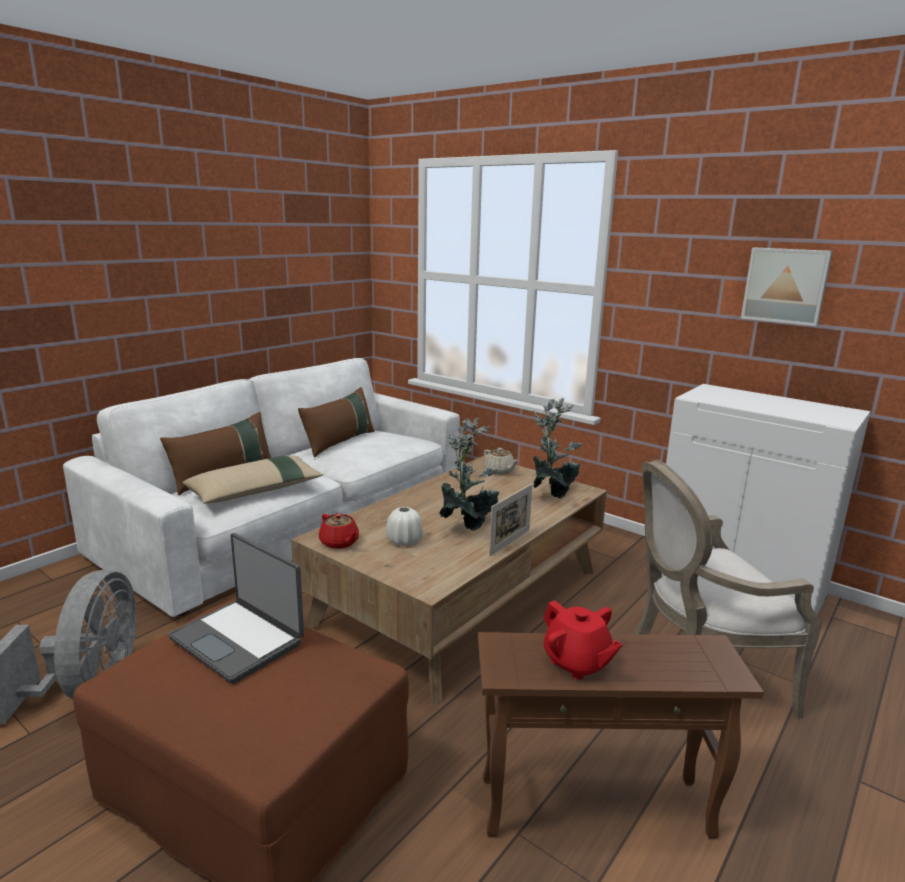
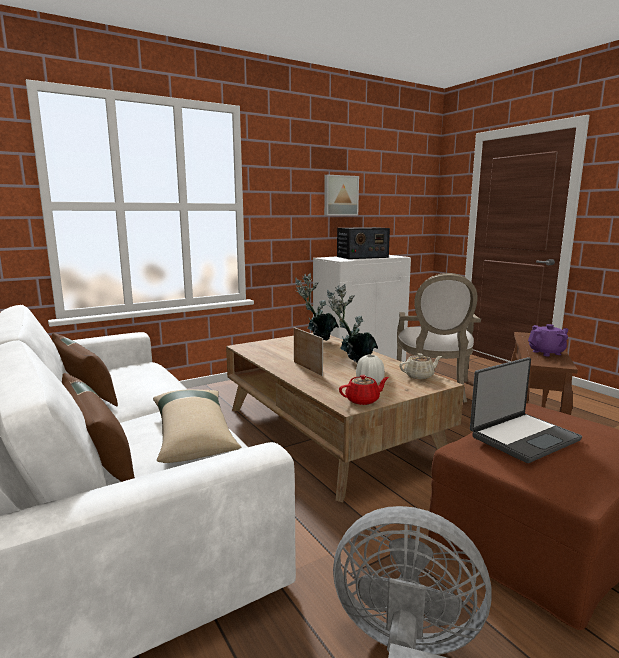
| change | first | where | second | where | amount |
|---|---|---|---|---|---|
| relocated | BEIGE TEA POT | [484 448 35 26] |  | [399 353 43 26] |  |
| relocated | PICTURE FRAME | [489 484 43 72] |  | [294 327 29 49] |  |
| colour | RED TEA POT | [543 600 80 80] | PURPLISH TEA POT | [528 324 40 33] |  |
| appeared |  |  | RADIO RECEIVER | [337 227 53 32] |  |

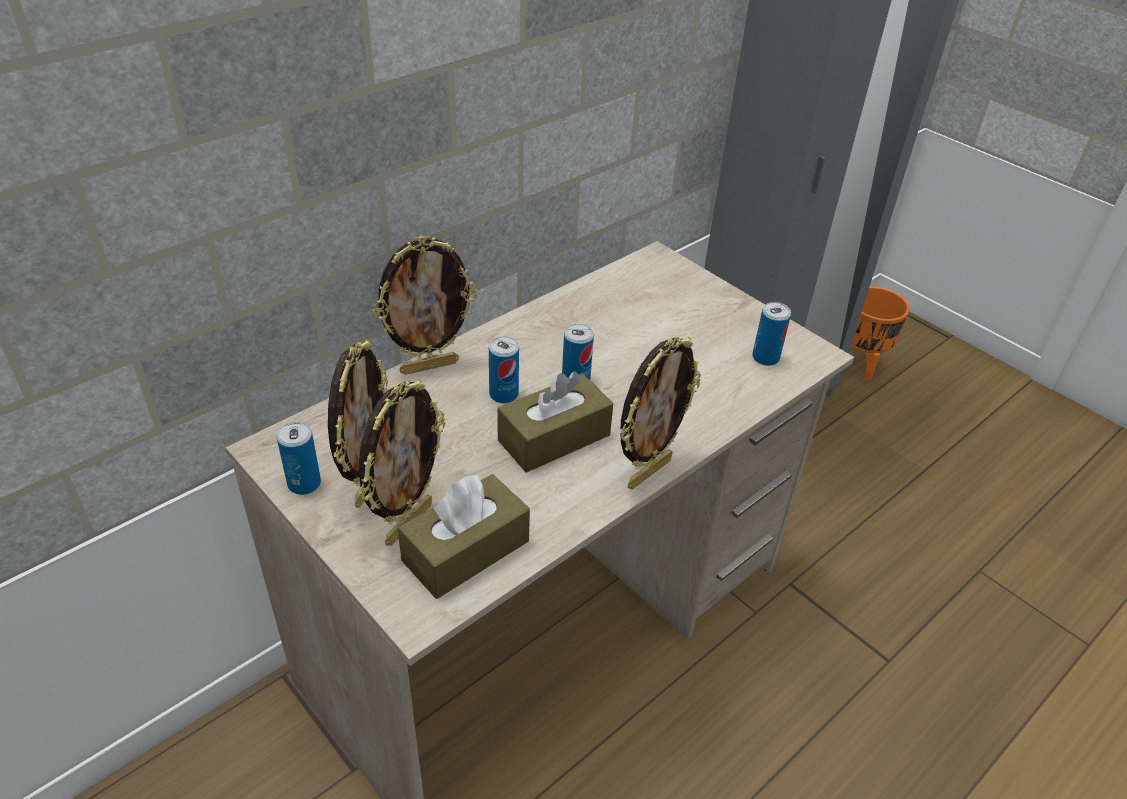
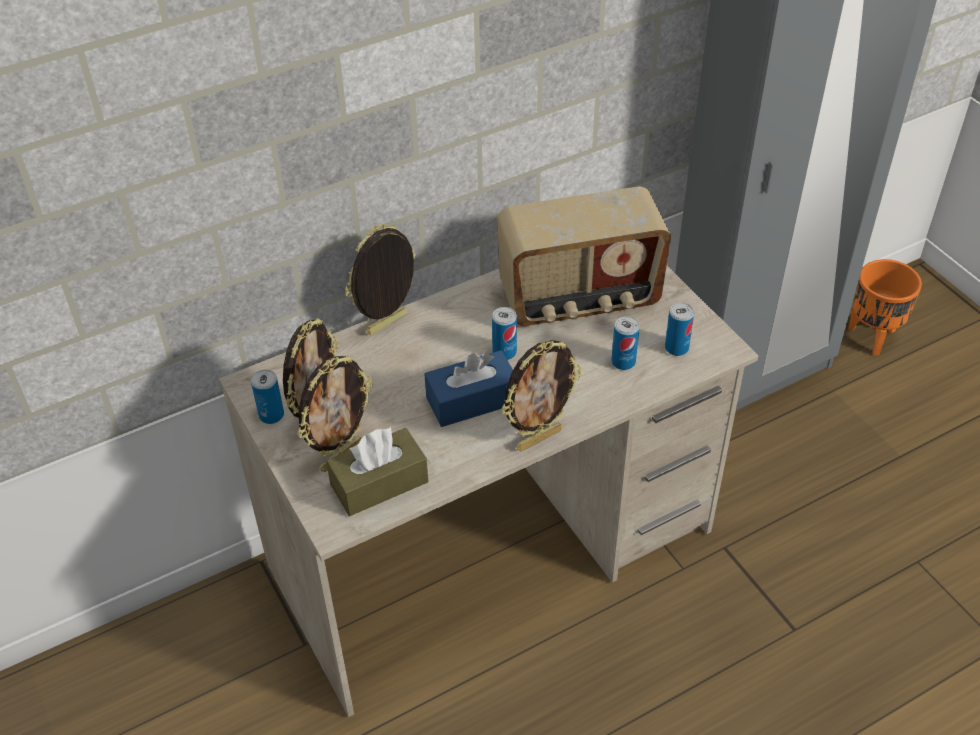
| change | first | where | second | where | amount |
|---|---|---|---|---|---|
| spun | PICTURE FRAME | [373 235 104 140] |  | [345 224 71 112] | 150 degrees clockwise |
| relocated | SEALED CAN | [489 336 30 67] |  | [611 316 28 54] |  |
| colour | BROWN-COLOURED BOX OF TISSUES | [497 372 116 101] | BLUE-COLOURED BOX OF TISSUES | [424 350 89 77] |  |
| appeared |  |  | RADIO RECEIVER | [497 187 174 139] |  |

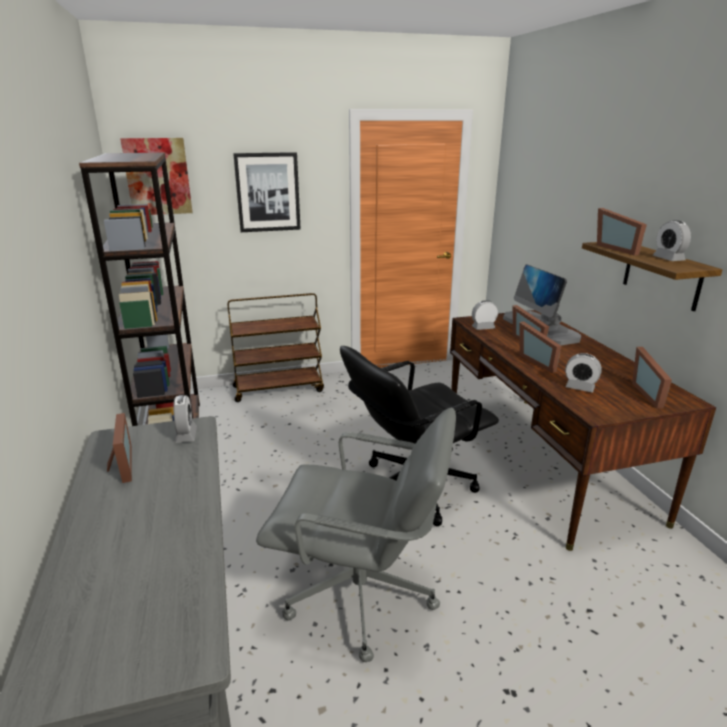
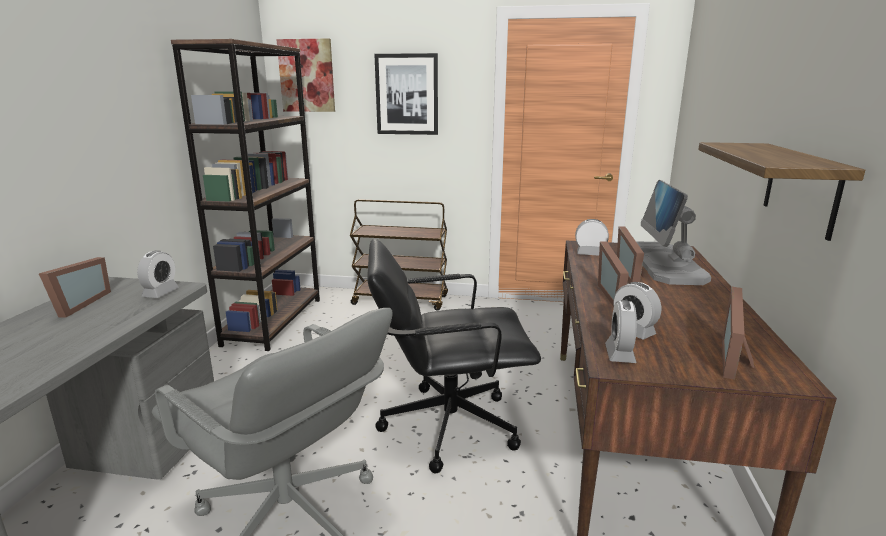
| change | first | where | second | where | amount |
|---|---|---|---|---|---|
| missing | PICTURE FRAME | [597 208 50 47] |  |  |  |
| relocated | ALARM CLOCK | [653 220 38 41] |  | [605 300 32 63] |  |

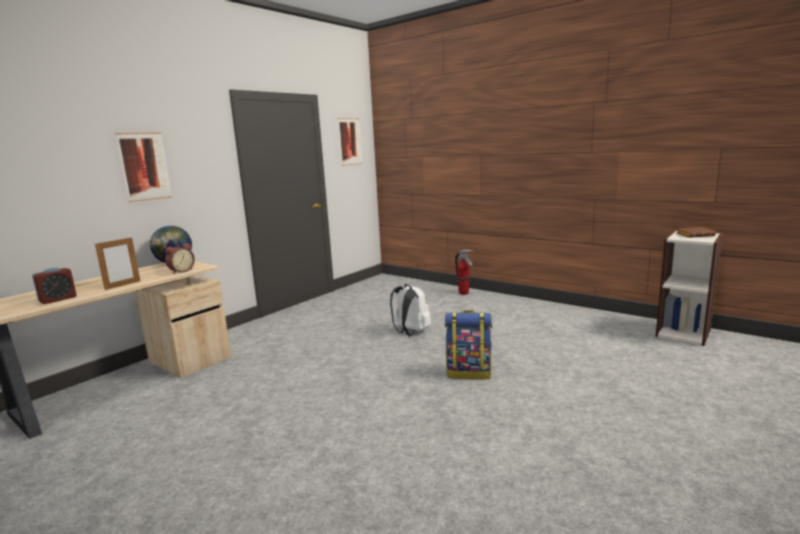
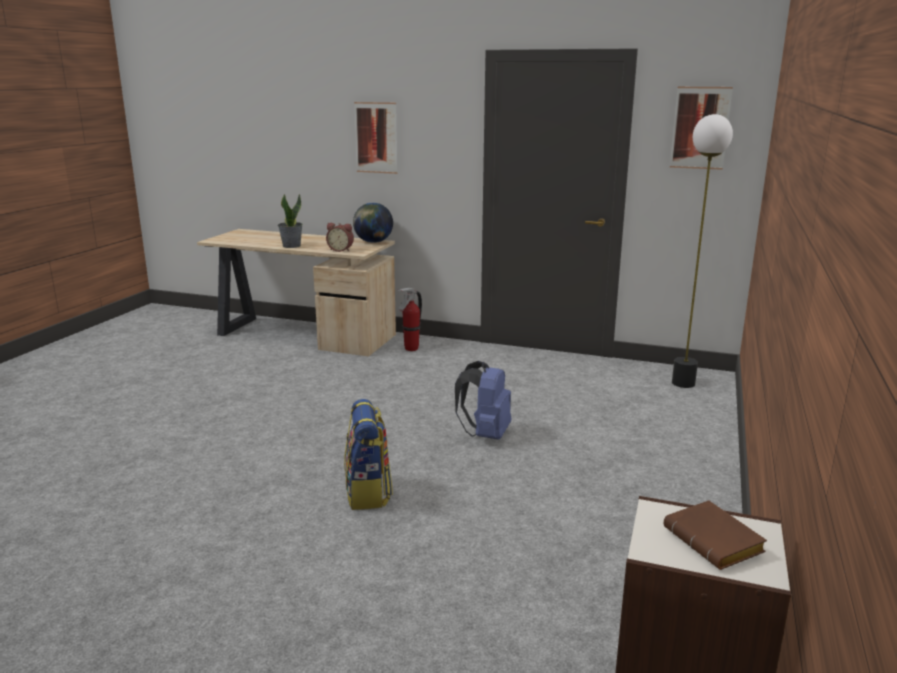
| change | first | where | second | where | amount |
|---|---|---|---|---|---|
| exchanged | PICTURE FRAME | [95 237 45 53] | HOUSEPLANT | [278 194 25 54] |  |
| relocated | FIRE EXTINGUISHER | [455 250 18 45] |  | [397 288 25 63] |  |
| missing | ALARM CLOCK | [32 267 45 37] |  |  |  |
| colour | WHITE BACKPACK | [390 284 41 52] | BLUE-COLOURED BACKPACK | [455 361 56 79] |  |
| appeared |  |  | FLOOR LAMP | [672 114 61 274] |  |

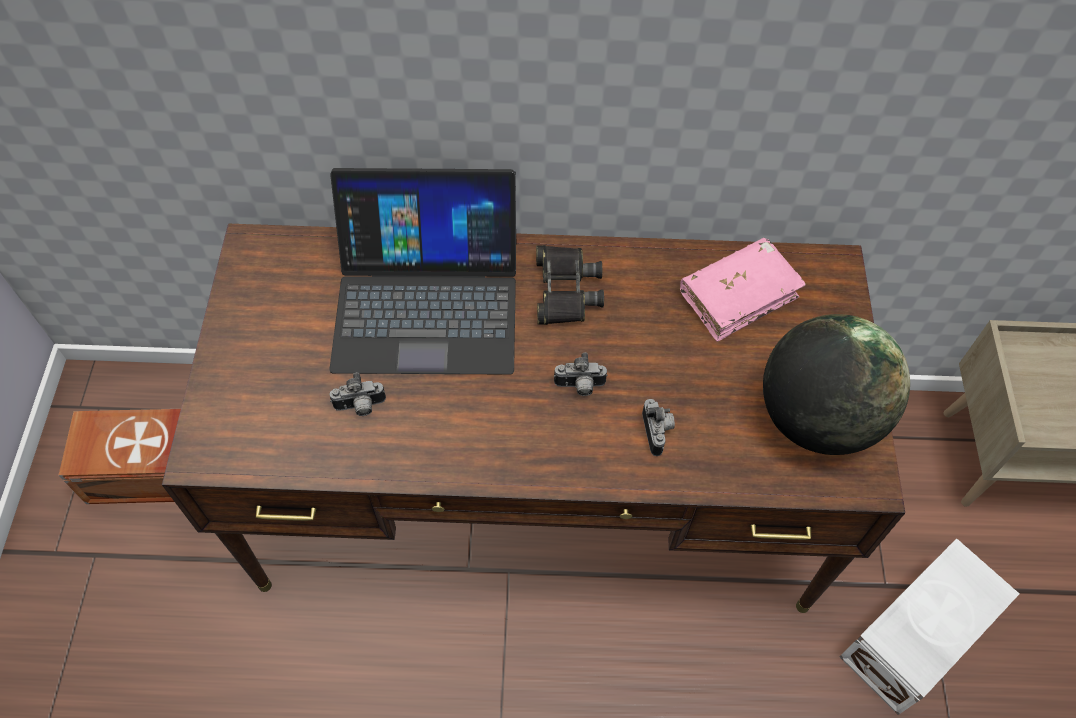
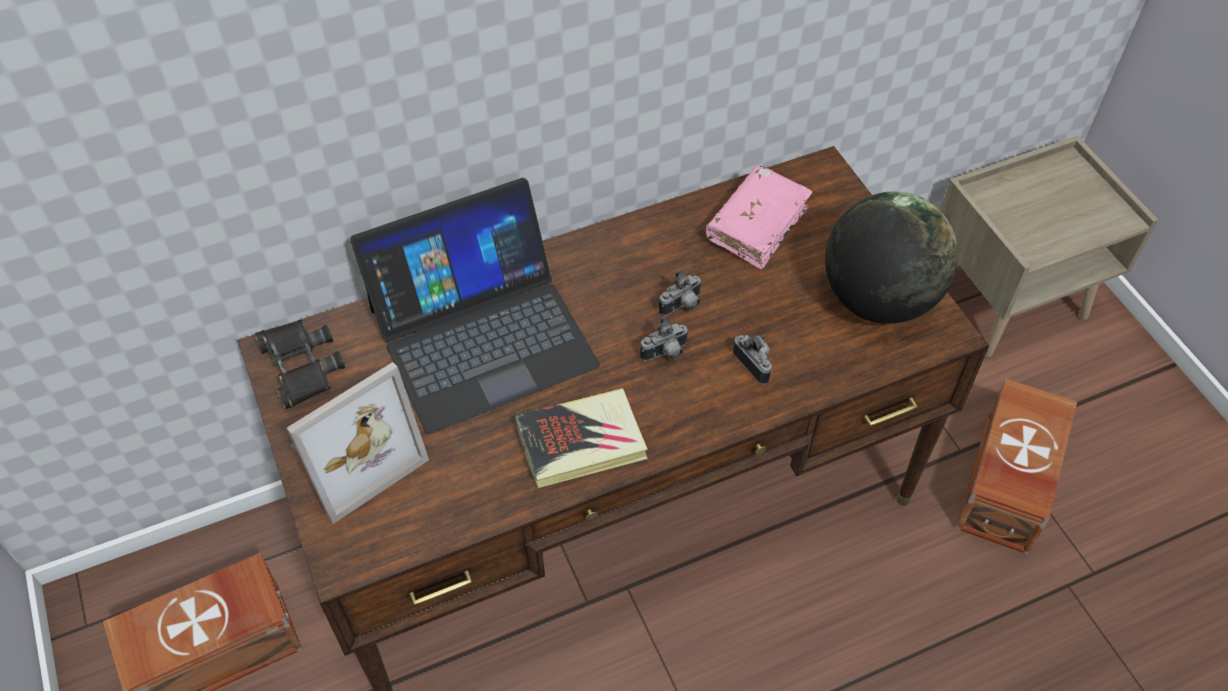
| change | first | where | second | where | amount |
|---|---|---|---|---|---|
| relocated | BLACK BINOCULARS | [536 245 68 80] |  | [254 320 91 89] |  |
| relocated | STILL CAMERA | [330 373 56 43] |  | [659 270 43 46] |  |
| colour | WHITE STORAGE CONTAINER | [840 539 179 176] | BROWN-COLOURED STORAGE CONTAINER | [956 379 121 175] |  |
| appeared |  |  | PICTURE FRAME | [287 362 142 162] |  |
| appeared |  |  | BOUND BOOK | [515 388 133 100] |  |

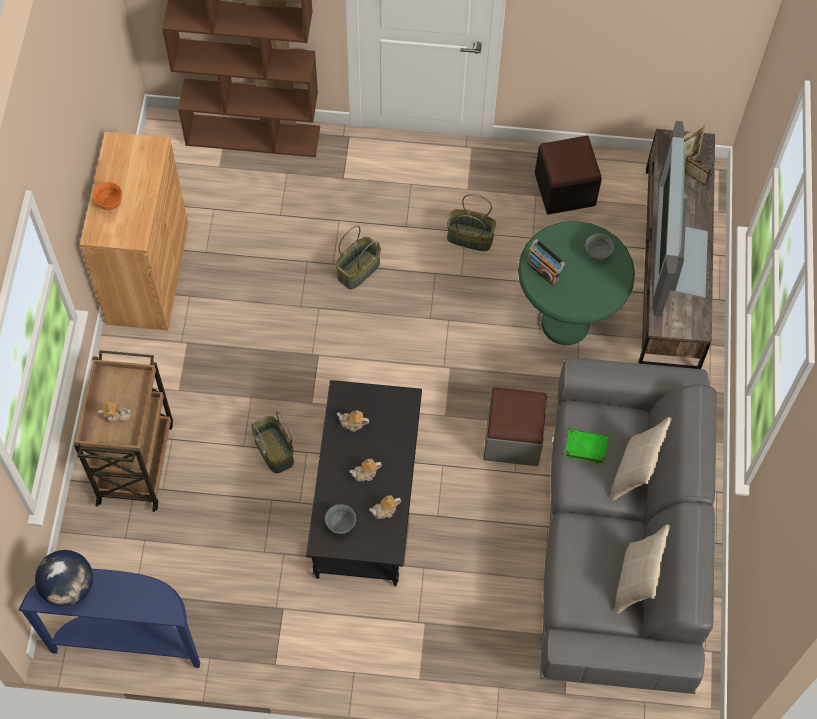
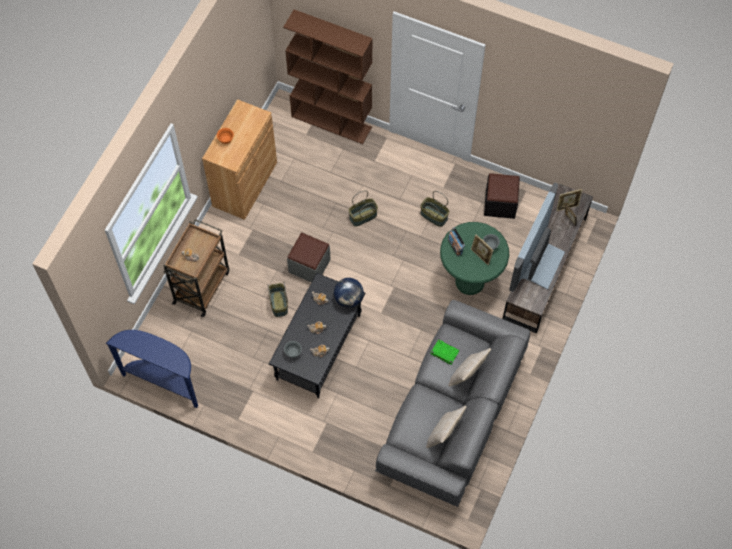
| change | first | where | second | where | amount |
|---|---|---|---|---|---|
| relocated | GREYISH POUFFE | [483 387 64 79] |  | [287 233 44 49] |  |
| relocated | GLOBE | [35 550 58 57] |  | [334 278 30 30] |  |
| appeared |  |  | PICTURE FRAME | [471 234 23 31] |  |

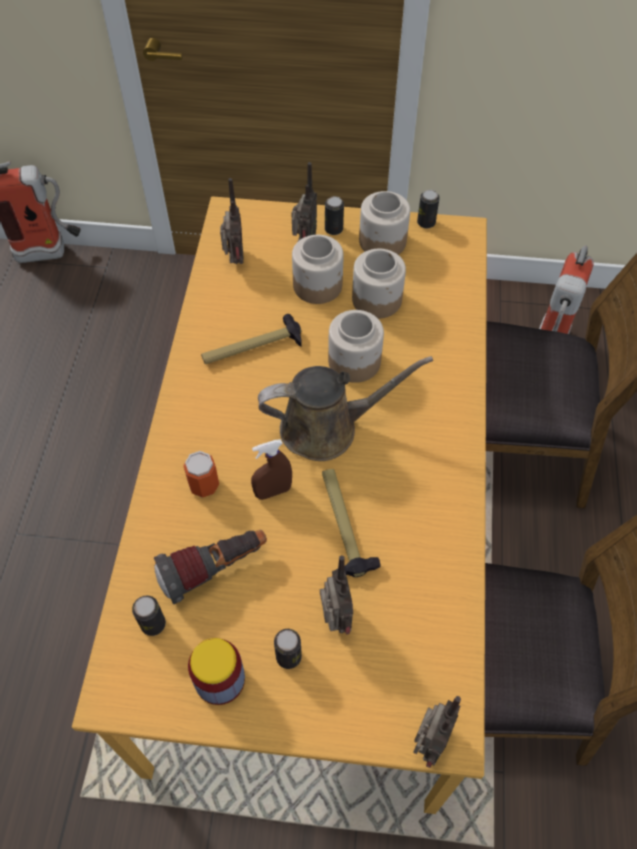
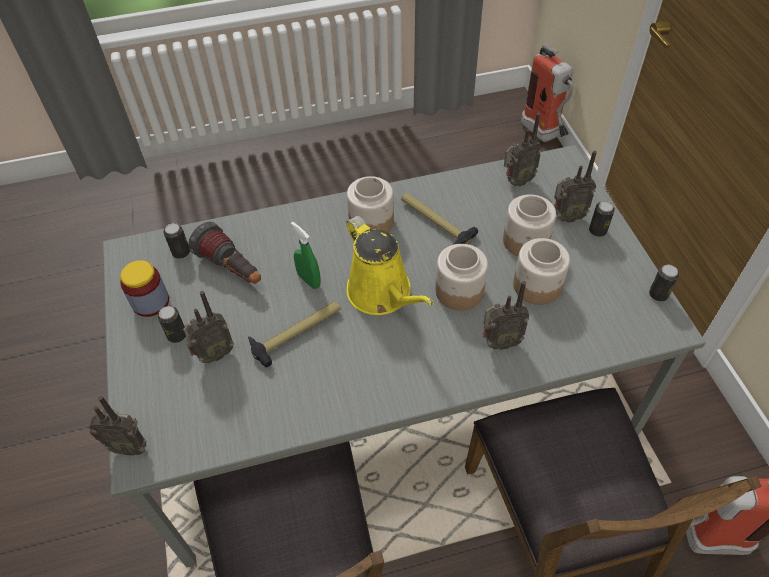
| change | first | where | second | where | amount |
|---|---|---|---|---|---|
| relocated | PRESERVE JAR | [359 191 51 64] |  | [347 176 47 56] |  |
| colour | ORANGE-COLOURED DINNER TABLE | [72 196 415 618] | GREYISH DINNER TABLE | [103 145 603 422] |  |
| colour | BROWN-COLOURED WATERING POT | [258 356 175 105] | YELLOW WATERING POT | [346 216 88 99] |  |
| colour | BROWN-COLOURED SPRAY BOTTLE | [251 439 41 61] | GREEN SPRAY BOTTLE | [291 222 30 67] |  |
| missing | SEALED CAN | [183 451 36 47] |  |  |  |
| appeared |  |  | RADIO RECEIVER | [483 281 46 69] |  |

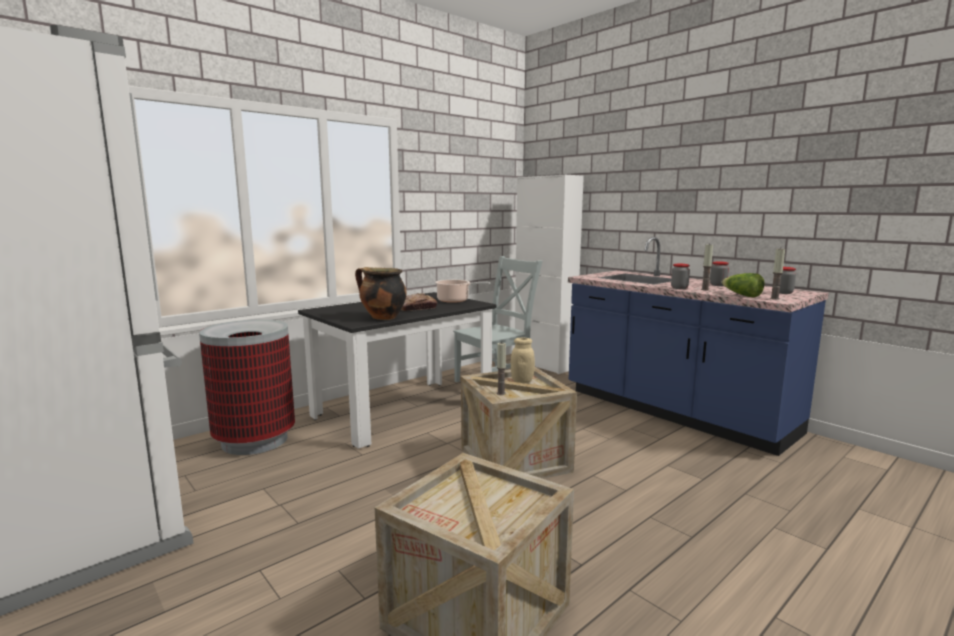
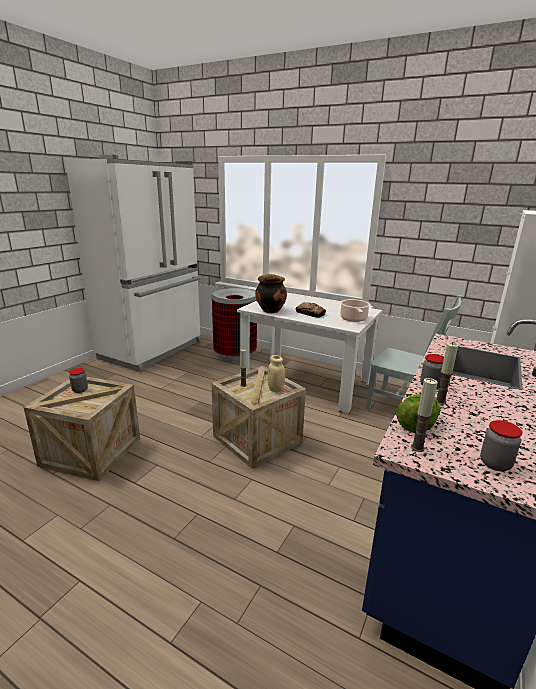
| change | first | where | second | where | amount |
|---|---|---|---|---|---|
| relocated | PRESERVE JAR | [710 261 19 25] |  | [69 368 19 25] |  |
| colour | BLACK DINNER TABLE | [298 292 199 157] | WHITE DINNER TABLE | [237 295 145 118] |  |

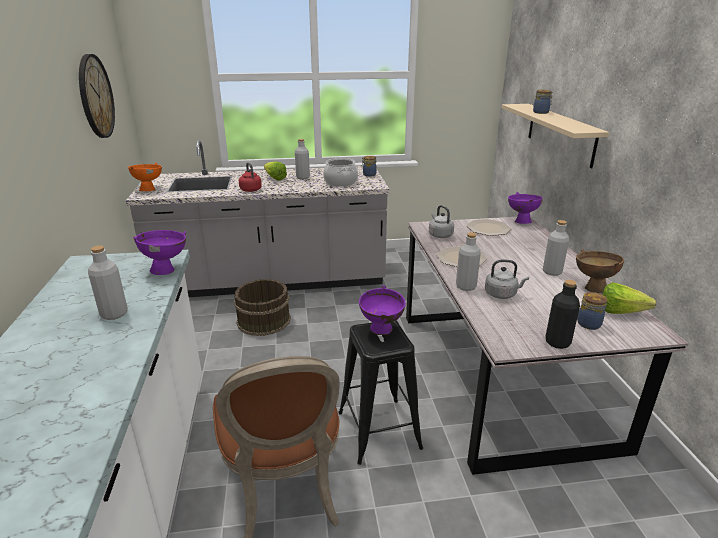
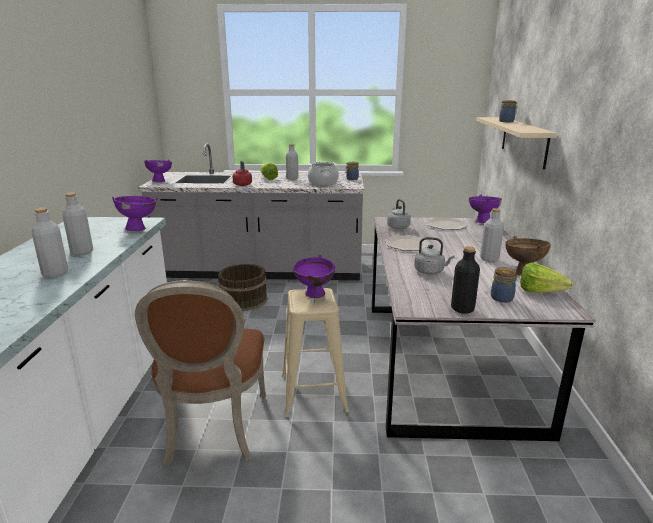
| change | first | where | second | where | amount |
|---|---|---|---|---|---|
| missing | HANGING CLOCK | [79 54 36 84] |  |  |  |
| colour | ORANGE-COLOURED BOWL | [128 163 34 28] | PURPLISH BOWL | [144 159 28 23] |  |
| relocated | GREYISH BEVERAGE BOTTLE | [456 232 25 59] |  | [32 208 36 70] |  |
| colour | BLACK STOOL | [338 321 85 144] | BEIGE STOOL | [282 288 67 129] |  |

